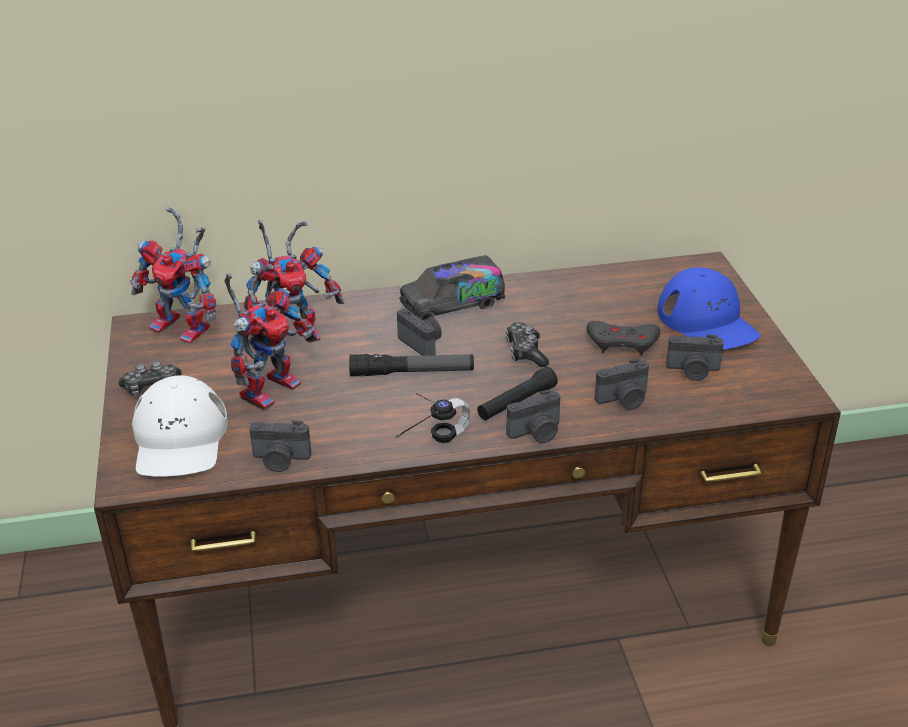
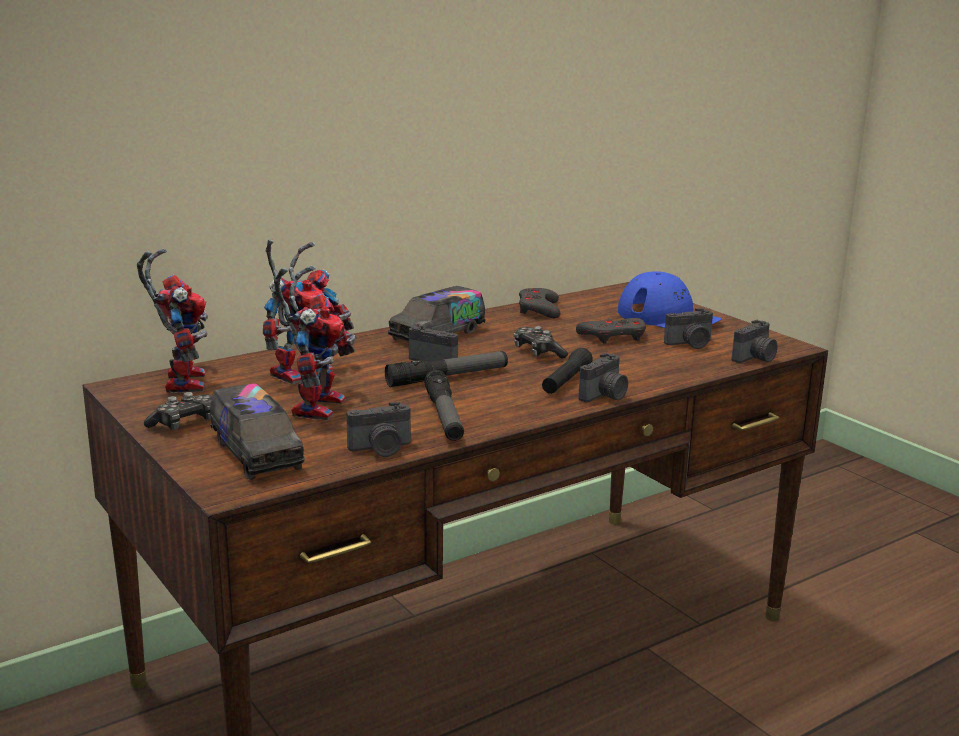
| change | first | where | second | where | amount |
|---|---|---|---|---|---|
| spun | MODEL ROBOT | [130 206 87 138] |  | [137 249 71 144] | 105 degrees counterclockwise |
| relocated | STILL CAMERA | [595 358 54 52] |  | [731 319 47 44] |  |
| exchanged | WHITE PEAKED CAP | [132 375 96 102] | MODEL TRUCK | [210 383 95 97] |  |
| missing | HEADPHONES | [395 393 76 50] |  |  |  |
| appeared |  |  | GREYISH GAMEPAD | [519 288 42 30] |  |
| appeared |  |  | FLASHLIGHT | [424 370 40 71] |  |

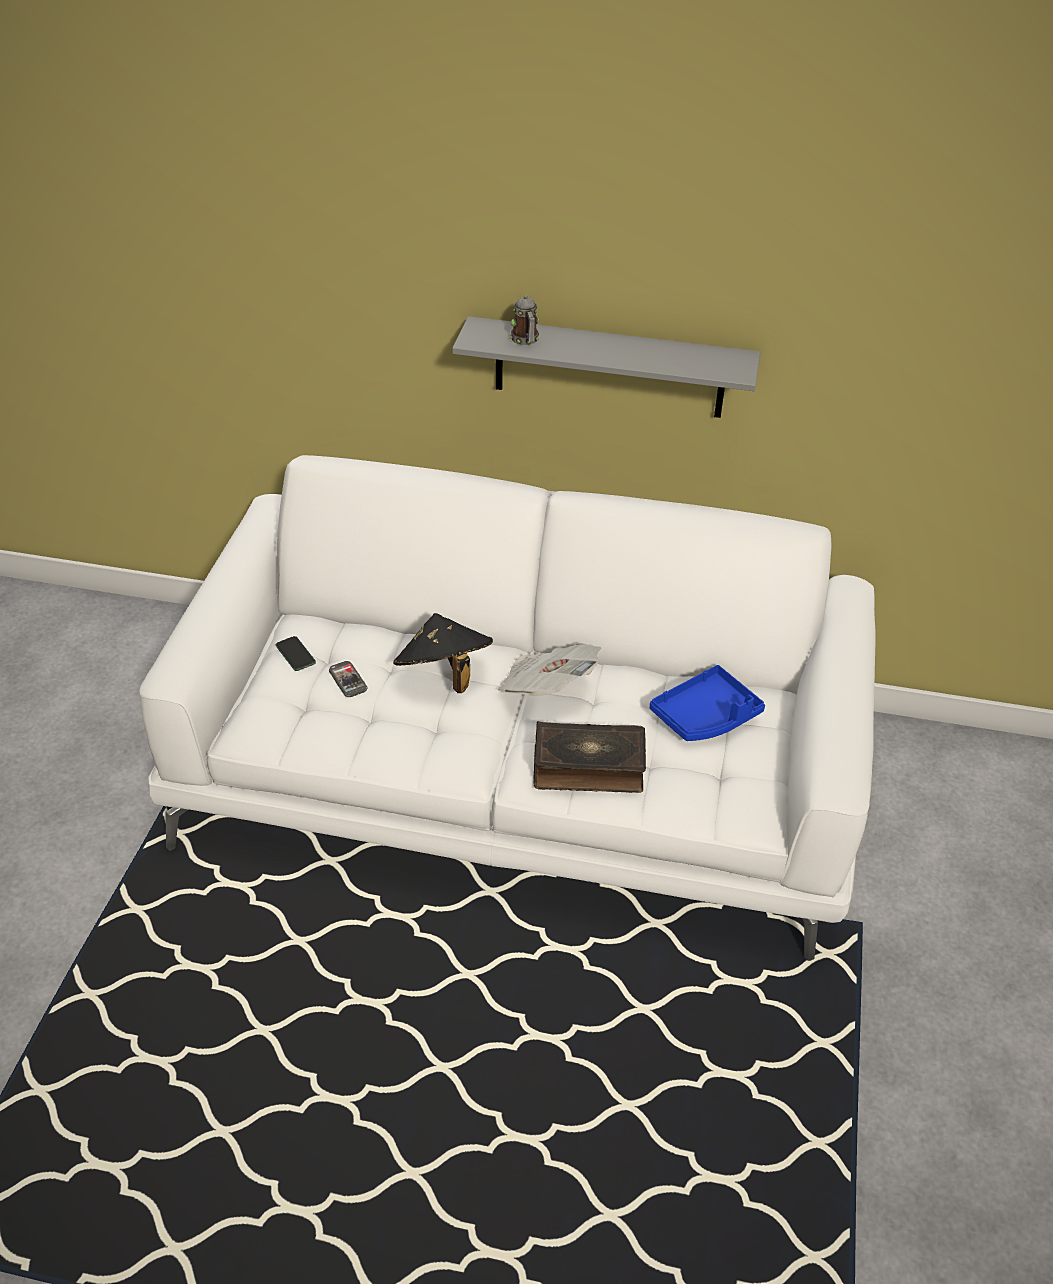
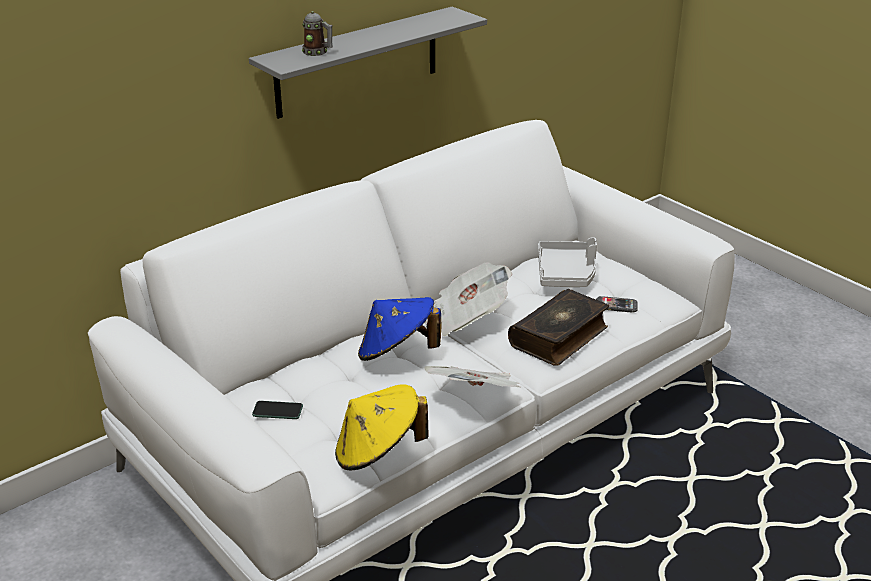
| change | first | where | second | where | amount |
|---|---|---|---|---|---|
| colour | BLACK WEARABLE HAT | [393 613 100 80] | BLUE-COLOURED WEARABLE HAT | [358 297 83 64] |  |
| relocated | PHONE | [329 661 39 36] |  | [596 296 42 17] |  |
| colour | BLUE-COLOURED TRAY | [650 665 115 76] | GREYISH TRAY | [538 237 59 50] |  |
| appeared |  |  | DAILY PAPER | [424 366 97 22] |  |
| appeared |  |  | YELLOW WEARABLE HAT | [335 384 94 86] |  |

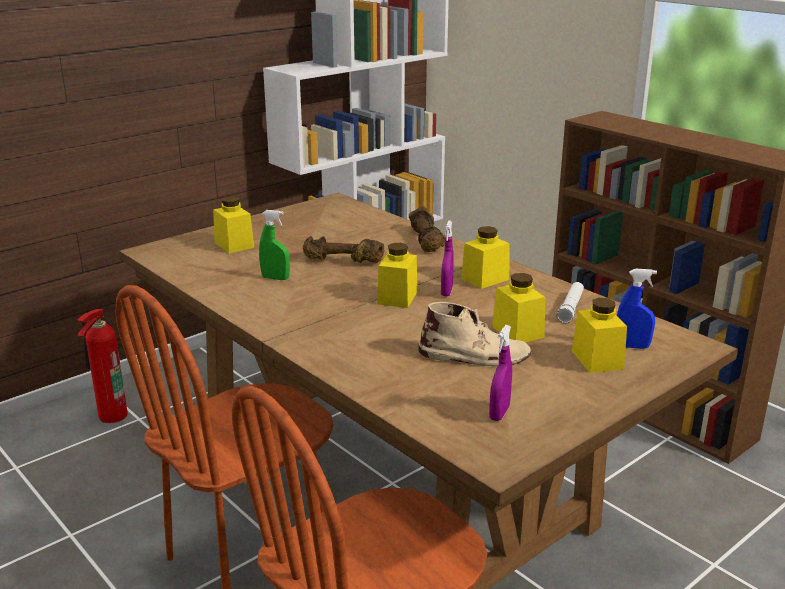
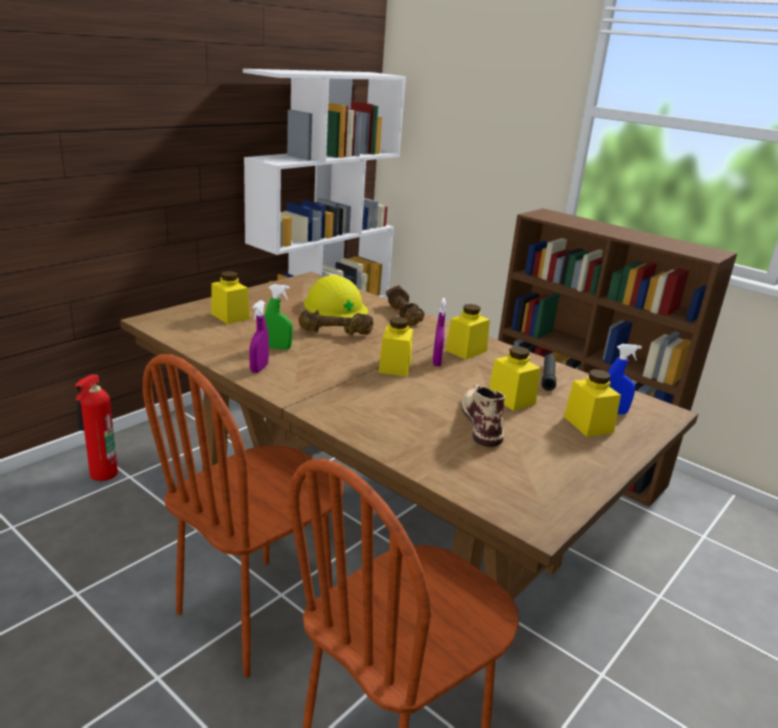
| change | first | where | second | where | amount |
|---|---|---|---|---|---|
| colour | WHITE FLASHLIGHT | [557 282 27 41] | BLACK FLASHLIGHT | [541 354 15 37] |  |
| spun | BEIGE BOOT | [418 302 113 64] |  | [461 384 44 63] | 90 degrees counterclockwise |
| relocated | PURPLISH SPRAY BOTTLE | [489 325 23 96] |  | [249 300 20 73] |  |
| appeared |  |  | YELLOW WORK HELMET | [304 275 64 43] |  |

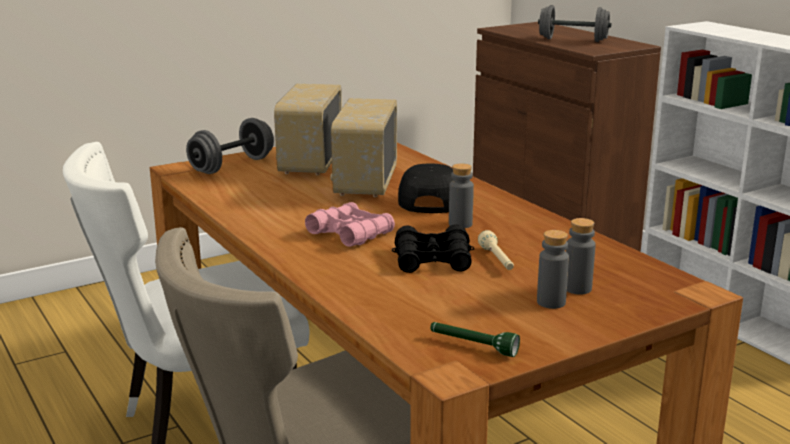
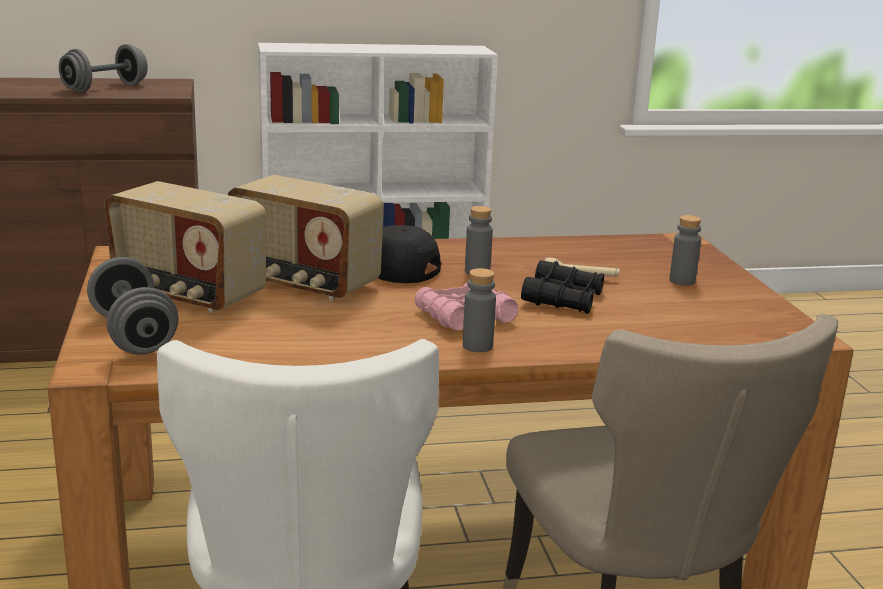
| change | first | where | second | where | amount |
|---|---|---|---|---|---|
| relocated | GREYISH BEVERAGE BOTTLE | [566 218 30 77] |  | [463 268 33 84] |  |
| missing | GREEN FLASHLIGHT | [430 322 90 35] |  |  |  |

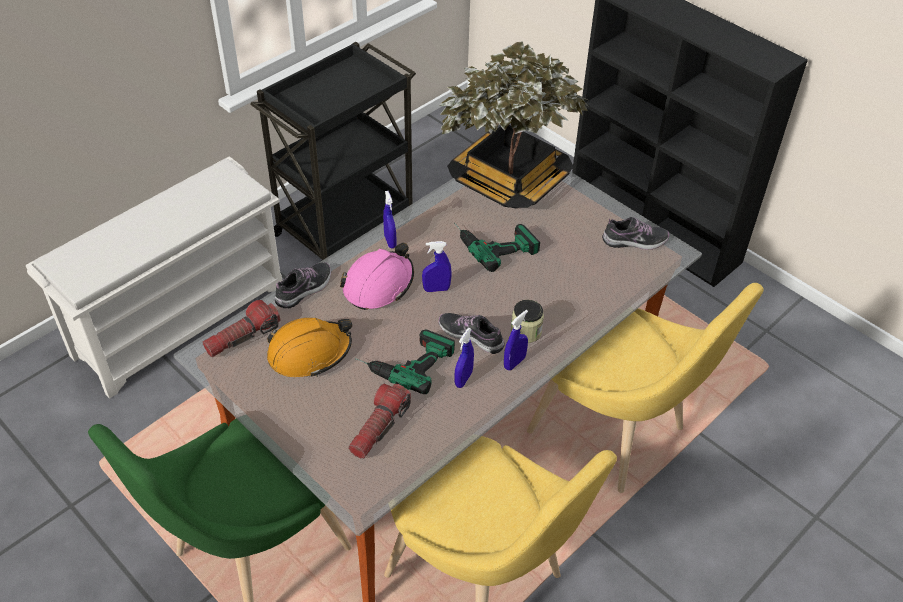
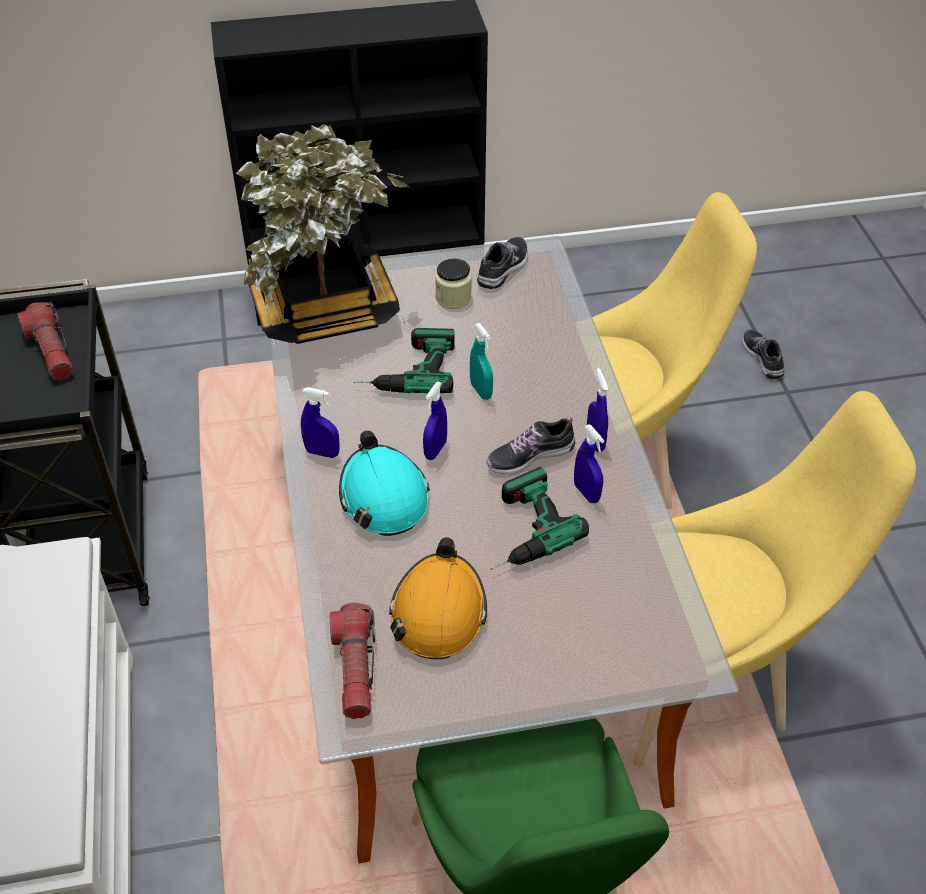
| change | first | where | second | where | amount |
|---|---|---|---|---|---|
| colour | PINKISH WORK HELMET | [340 243 74 67] | TURQUOISE WORK HELMET | [339 430 91 106] |  |
| relocated | ITEM OF FOOTWEAR | [275 262 56 46] |  | [743 329 41 50] |  |
| relocated | PRESERVE JAR | [511 300 33 43] |  | [435 258 37 51] |  |
| relocated | FLASHLIGHT | [348 384 63 75] |  | [17 302 56 78] |  |
| appeared |  |  | TURQUOISE SPRAY BOTTLE | [470 323 23 77] |  |

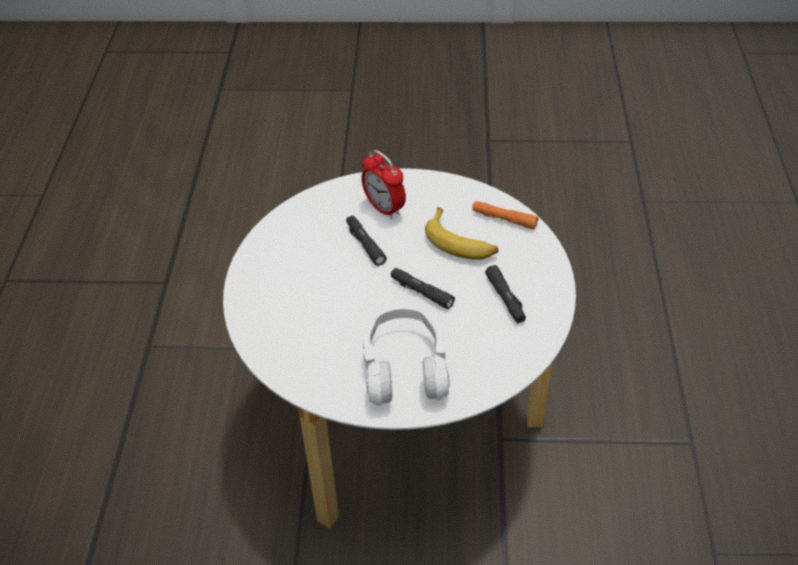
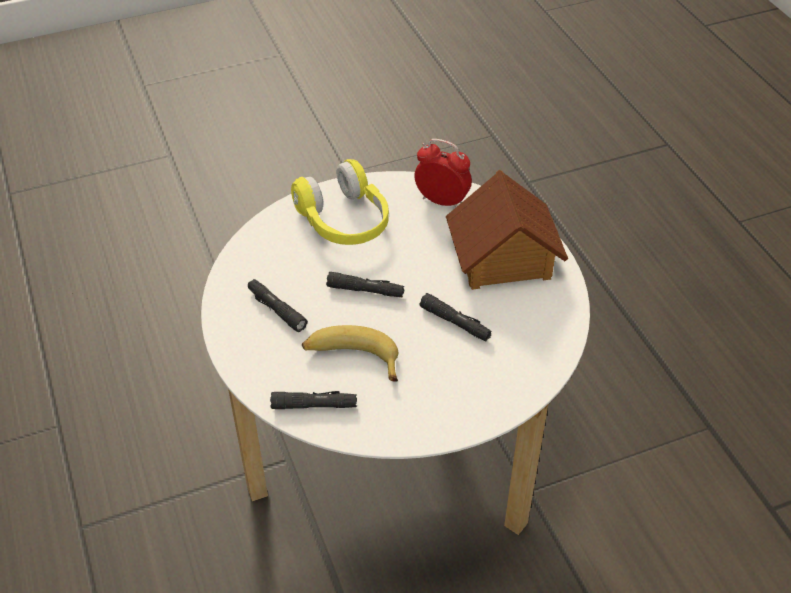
| change | first | where | second | where | amount |
|---|---|---|---|---|---|
| relocated | ALARM CLOCK | [361 150 45 69] |  | [414 139 58 69] |  |
| colour | ORANGE-COLOURED FLASHLIGHT | [472 201 66 29] | BLACK FLASHLIGHT | [270 391 87 18] |  |
| colour | WHITE HEADPHONES | [363 308 87 97] | YELLOW HEADPHONES | [291 159 98 86] |  |
| appeared |  |  | TOY HOUSE | [446 169 122 121] |  |

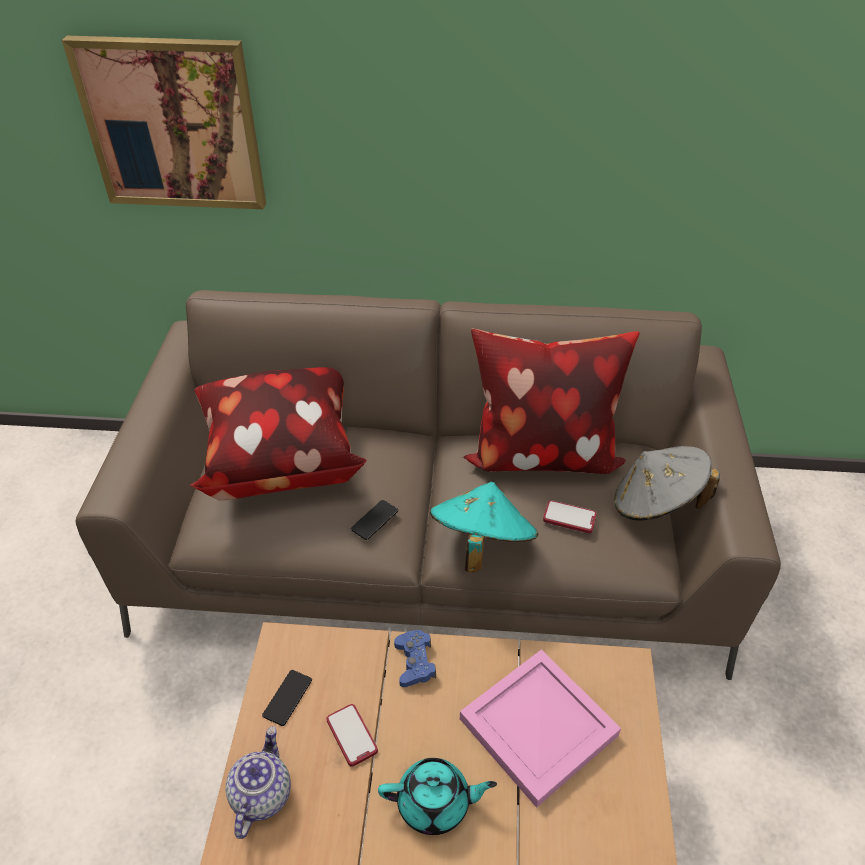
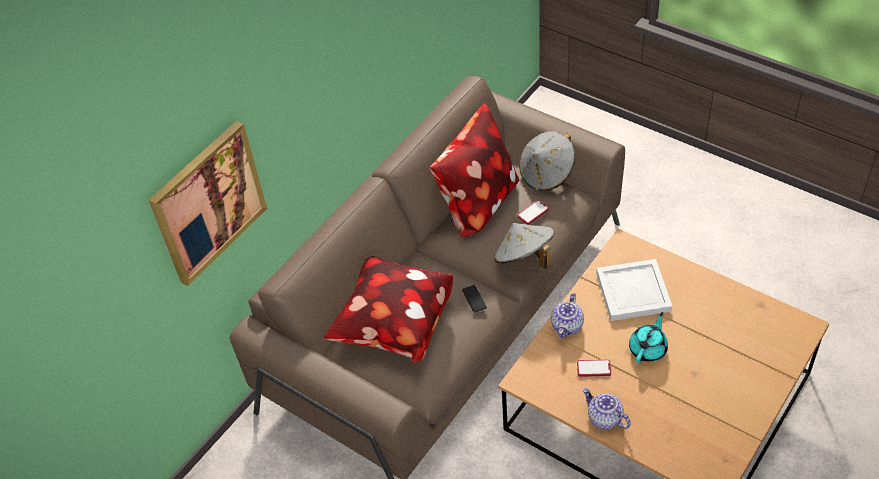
| change | first | where | second | where | amount |
|---|---|---|---|---|---|
| colour | TURQUOISE WEARABLE HAT | [430 481 108 92] | GREYISH WEARABLE HAT | [494 223 60 46] |  |
| exchanged | BLUE-COLOURED GAMEPAD | [394 630 42 57] | TEA POT | [551 293 33 44] |  |
| colour | PINKISH TRAY | [460 649 161 159] | WHITE TRAY | [596 259 76 62] |  |
| missing | PHONE | [262 670 50 56] |  |  |  |

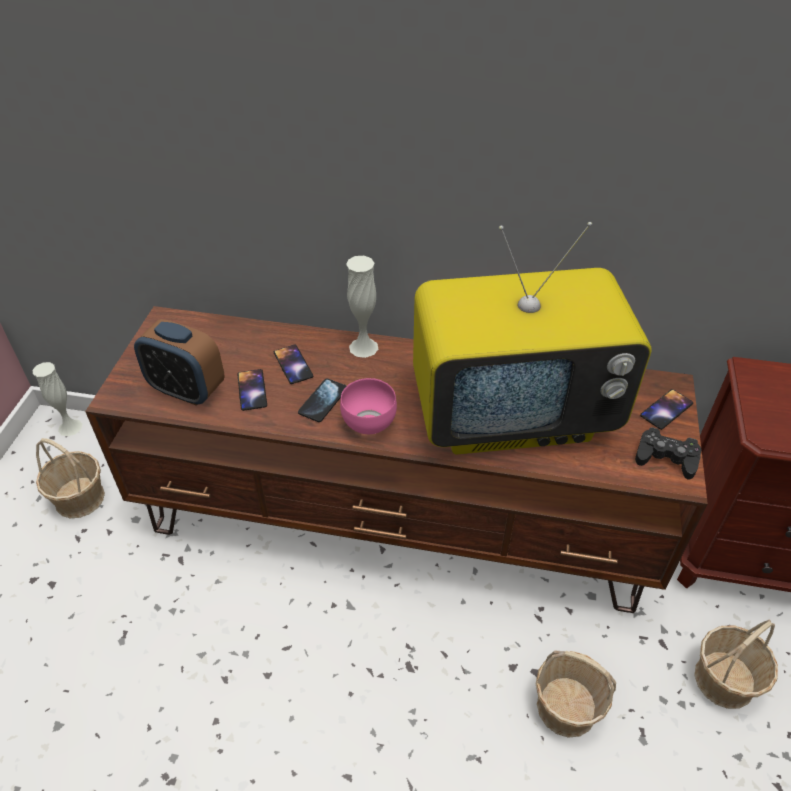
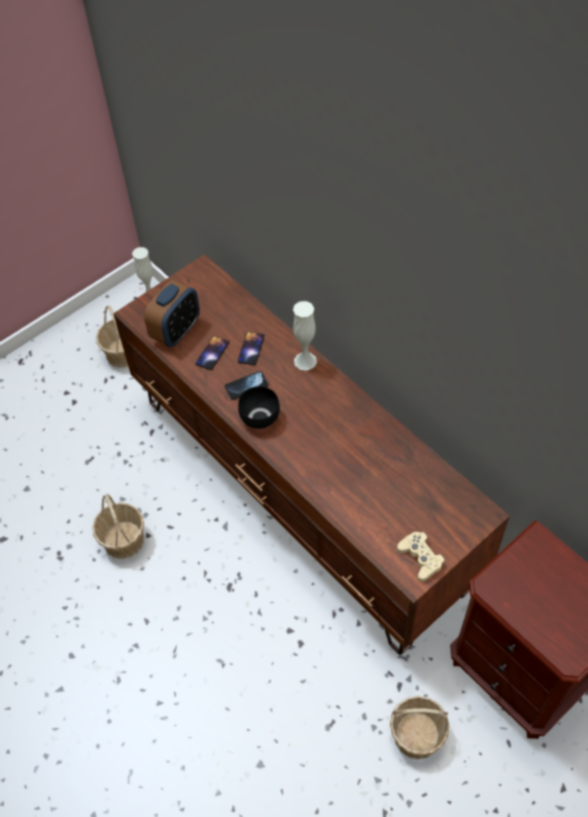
| change | first | where | second | where | amount |
|---|---|---|---|---|---|
| missing | TELEVISION | [413 222 239 232] |  |  |  |
| spun | ALARM CLOCK | [134 319 91 87] |  | [144 279 56 68] | 120 degrees counterclockwise |
| colour | PINKISH BOWL | [340 378 57 56] | BLACK BOWL | [238 386 42 43] |  |
| missing | PHONE | [640 389 53 41] |  |  |  |
| colour | BLACK GAMEPAD | [635 427 66 53] | BEIGE GAMEPAD | [397 532 47 50] |  |
| relocated | STORAGE BASKET | [536 651 80 87] |  | [92 494 52 65] |  |

